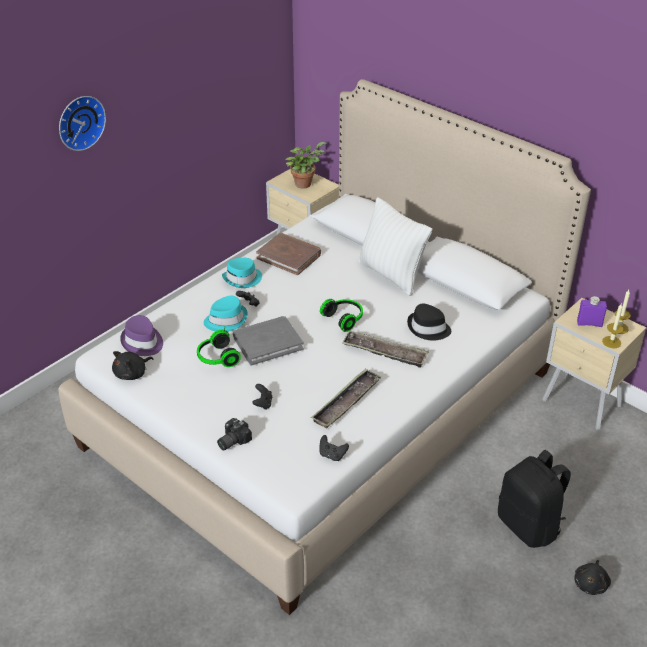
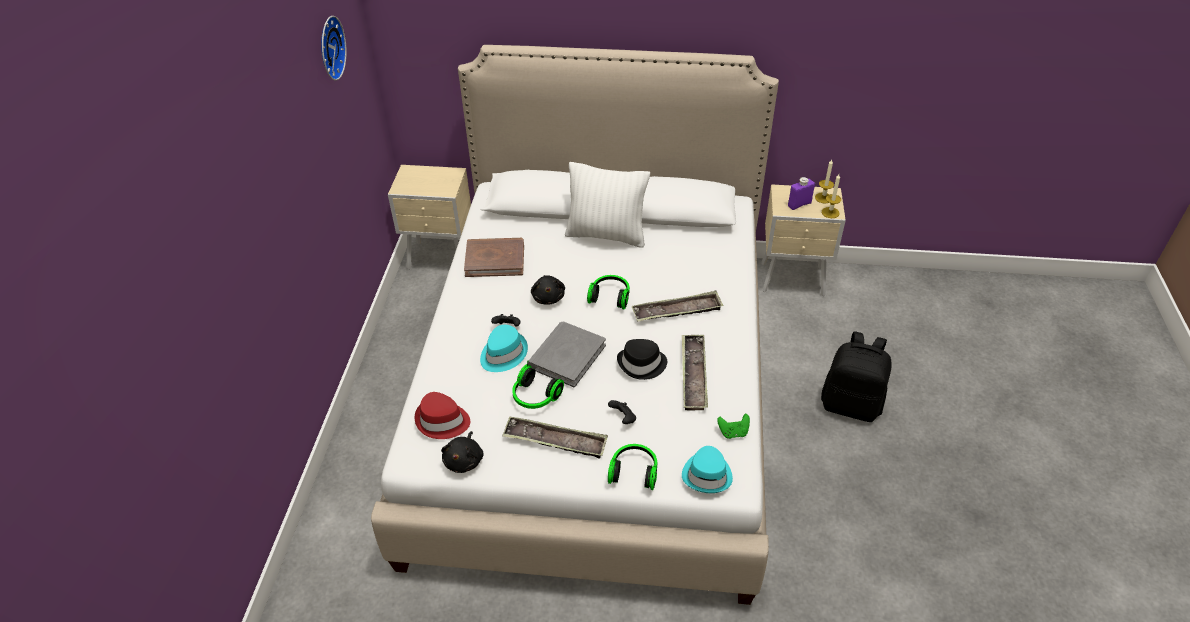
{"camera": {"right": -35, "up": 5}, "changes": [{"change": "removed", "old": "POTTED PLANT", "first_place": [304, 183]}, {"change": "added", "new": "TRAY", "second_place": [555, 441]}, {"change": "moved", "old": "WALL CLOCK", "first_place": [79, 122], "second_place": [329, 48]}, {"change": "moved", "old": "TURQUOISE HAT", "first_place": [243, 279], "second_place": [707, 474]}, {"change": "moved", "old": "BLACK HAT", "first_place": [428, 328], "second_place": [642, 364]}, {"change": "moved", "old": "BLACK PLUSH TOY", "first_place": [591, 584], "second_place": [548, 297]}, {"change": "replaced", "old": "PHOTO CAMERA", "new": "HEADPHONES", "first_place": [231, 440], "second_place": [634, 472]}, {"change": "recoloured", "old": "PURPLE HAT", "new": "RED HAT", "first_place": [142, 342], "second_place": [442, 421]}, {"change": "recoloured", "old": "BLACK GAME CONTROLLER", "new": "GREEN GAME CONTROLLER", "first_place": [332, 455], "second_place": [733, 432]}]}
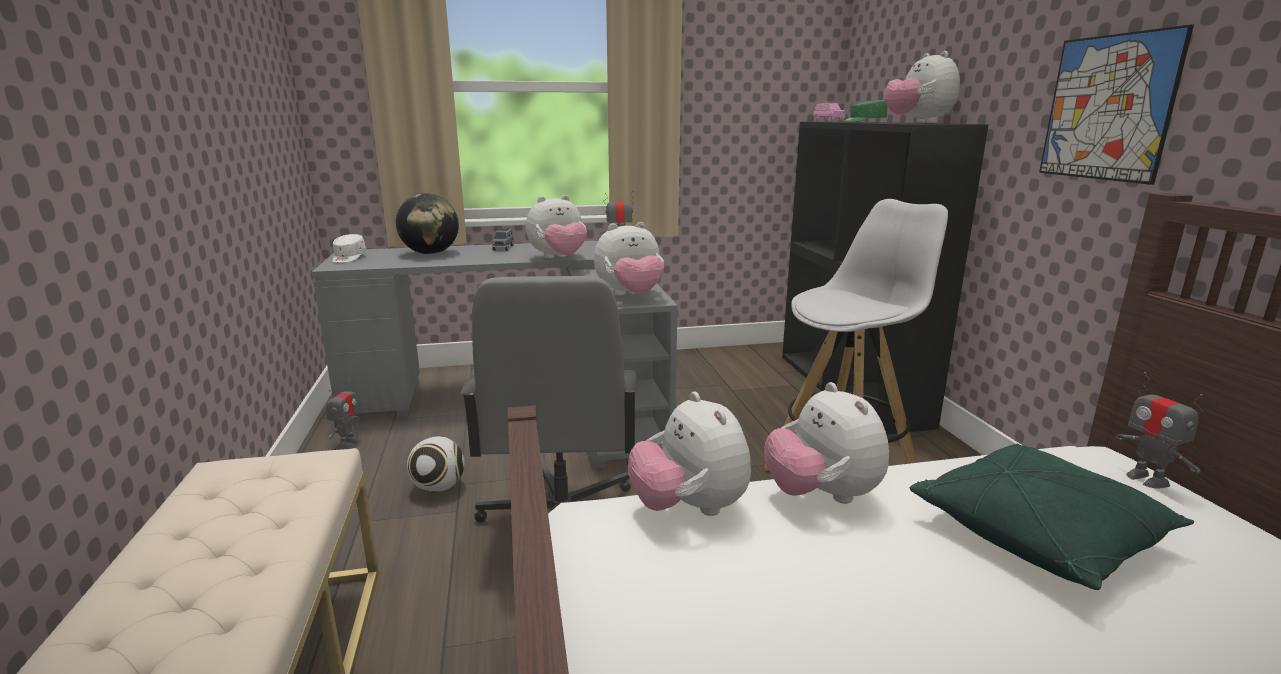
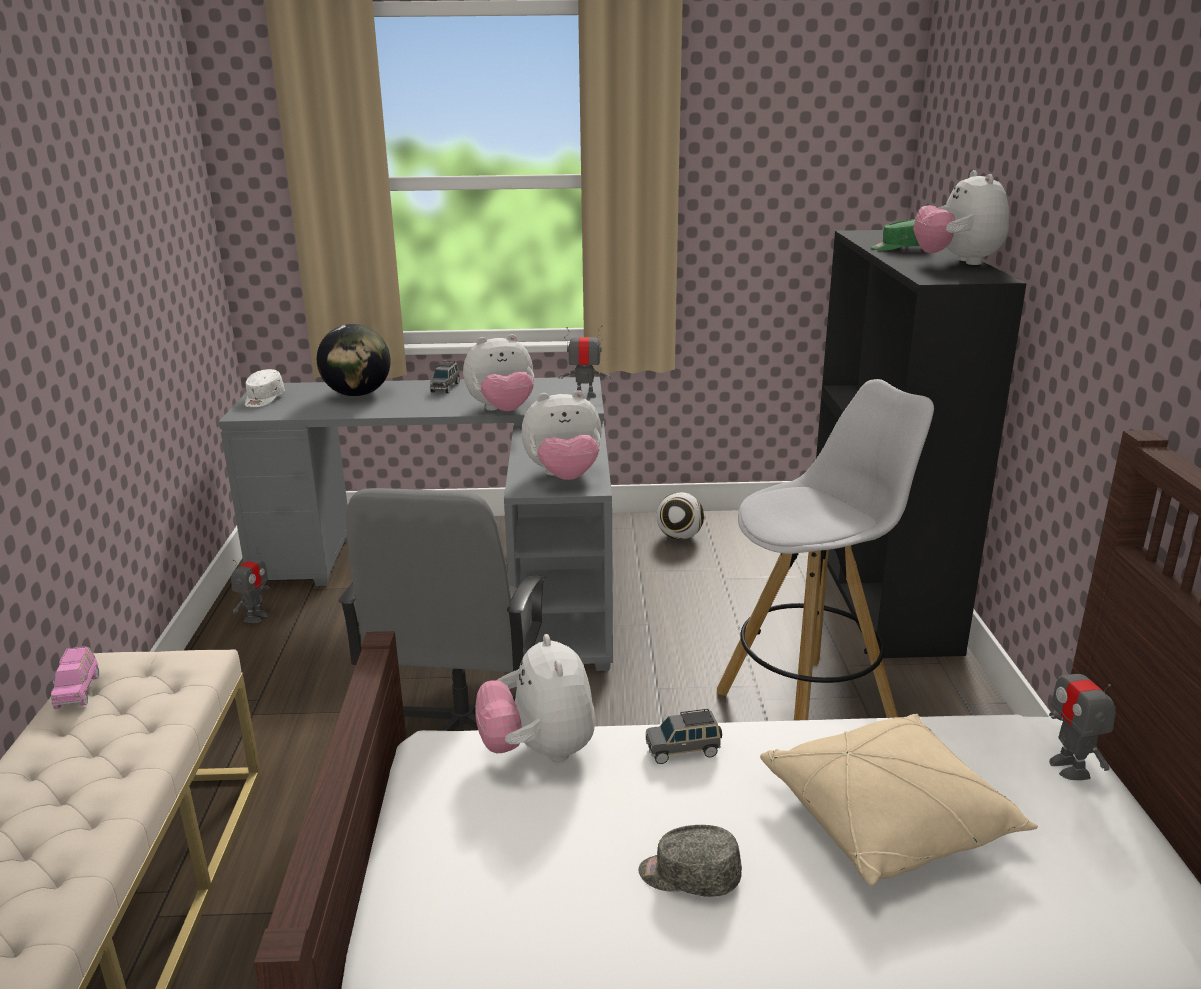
{"camera": {"right": 10, "up": 5}, "changes": [{"change": "removed", "old": "PICTURE", "first_place": [1107, 108]}, {"change": "added", "new": "GREY CAP", "second_place": [689, 876]}, {"change": "moved", "old": "FOOTBALL", "first_place": [439, 488], "second_place": [679, 537]}, {"change": "moved", "old": "PINK TOY CAR", "first_place": [827, 121], "second_place": [78, 691]}, {"change": "replaced", "old": "PLUSH TOY", "new": "GREY TOY CAR", "first_place": [821, 495], "second_place": [683, 750]}, {"change": "recoloured", "old": "GREEN PILLOW", "new": "BEIGE PILLOW", "first_place": [1038, 534], "second_place": [888, 819]}]}
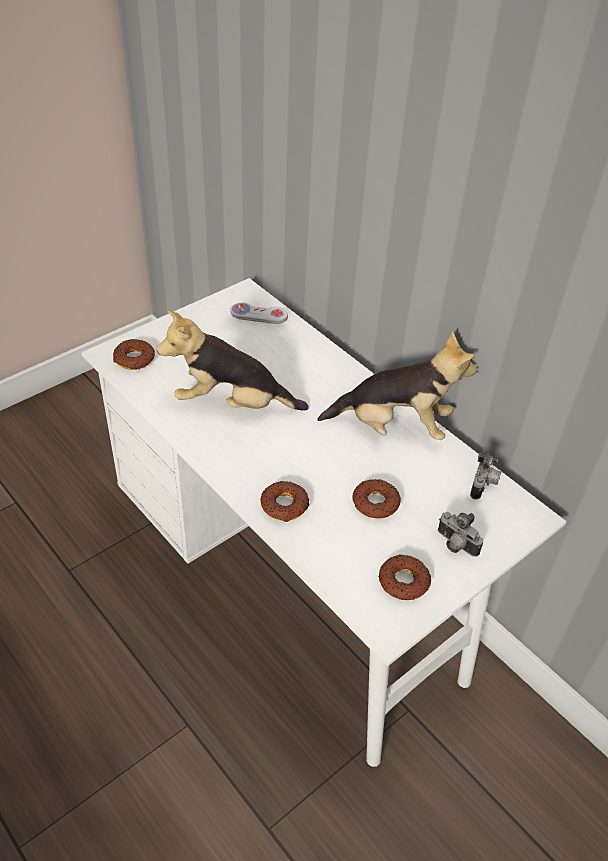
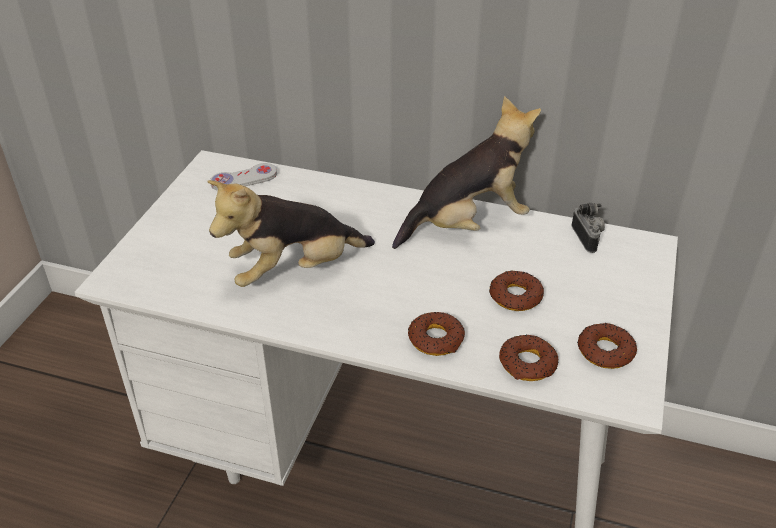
{"camera": {"right": -30, "up": -5}, "changes": [{"change": "removed", "old": "PHOTO CAMERA", "first_place": [455, 545]}, {"change": "moved", "old": "DONUT", "first_place": [134, 359], "second_place": [527, 363]}]}
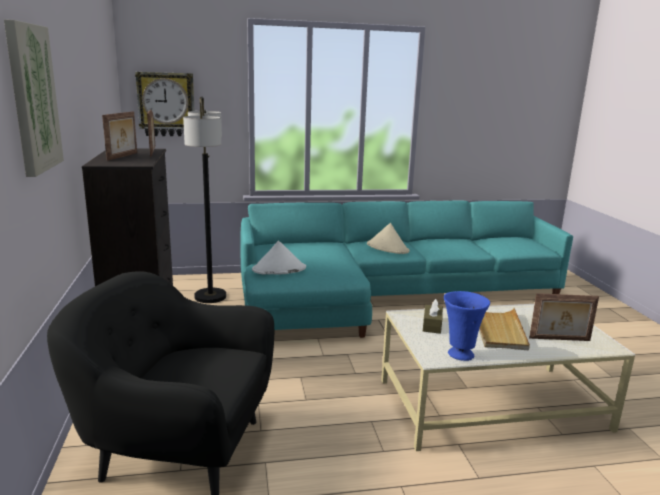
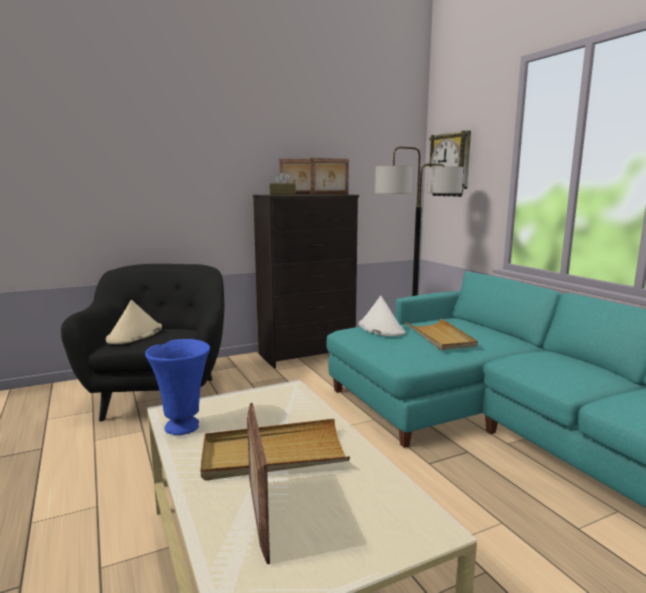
{"camera": {"right": 75, "up": -5}, "changes": [{"change": "removed", "old": "PICTURE", "first_place": [32, 98]}, {"change": "added", "new": "BEIGE TRAY", "second_place": [440, 337]}, {"change": "moved", "old": "BEIGE HAT", "first_place": [388, 248], "second_place": [134, 334]}, {"change": "moved", "old": "BROWN TISSUE BOX", "first_place": [432, 325], "second_place": [282, 194]}]}
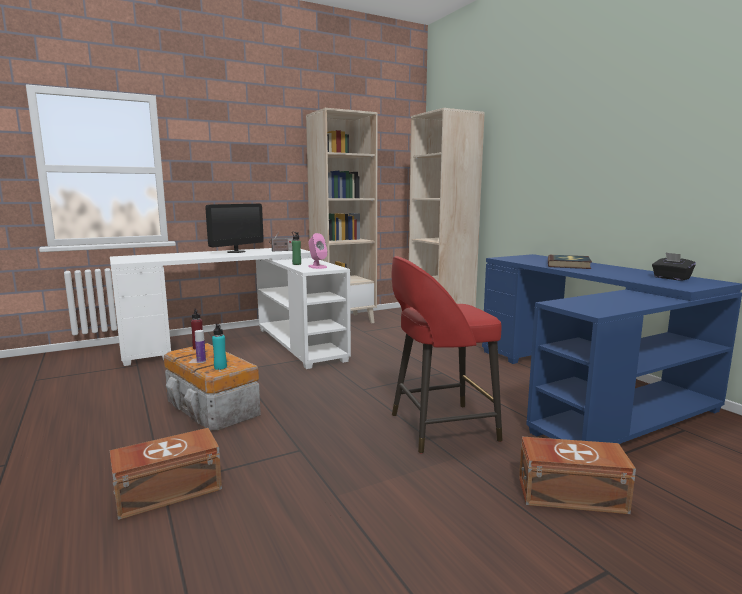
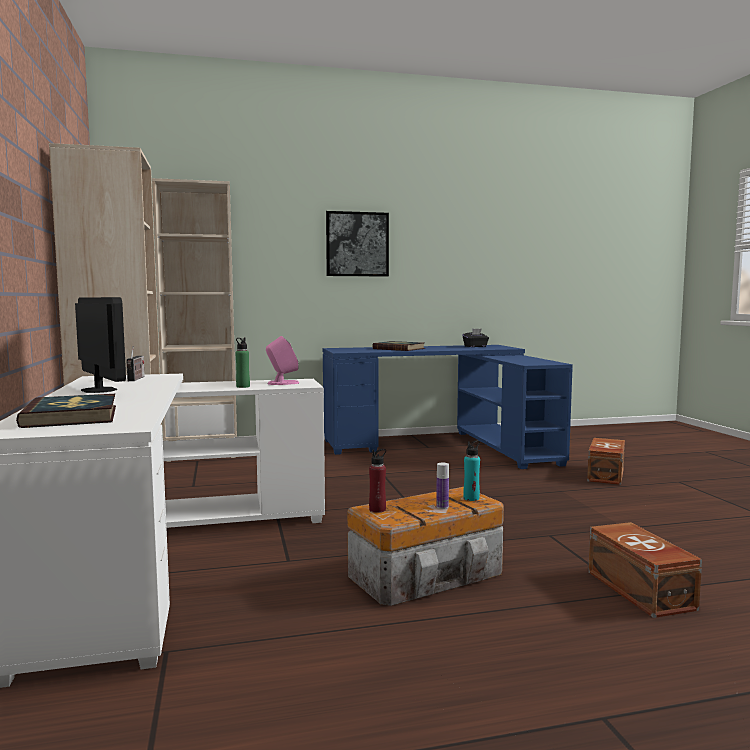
{"camera": {"right": -75, "up": -5}, "changes": [{"change": "removed", "old": "RED STOOL", "first_place": [440, 427]}, {"change": "added", "new": "BOOK", "second_place": [72, 416]}, {"change": "added", "new": "PICTURE", "second_place": [357, 244]}]}
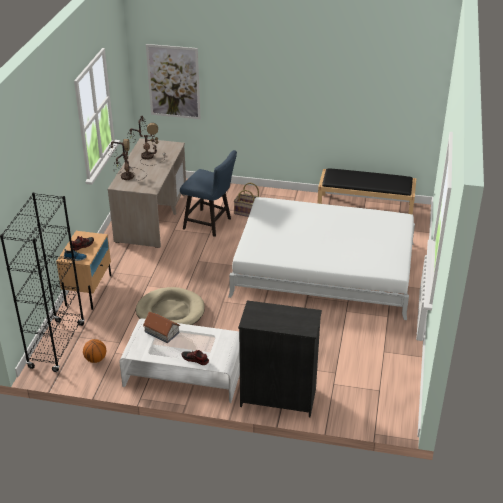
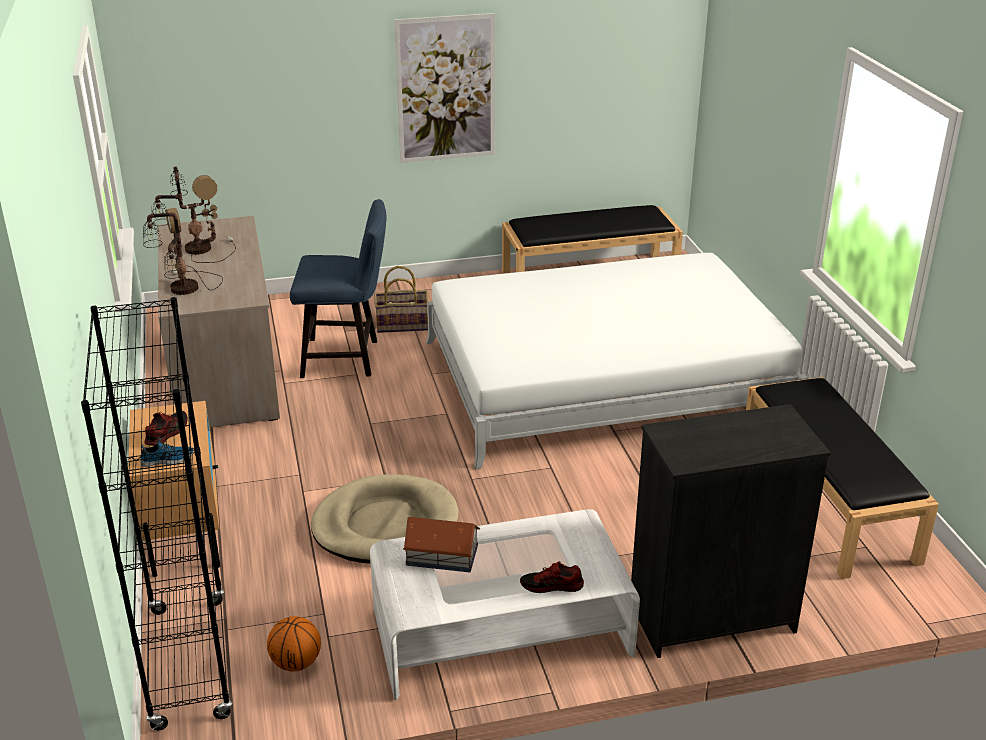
{"camera": {"right": -25, "up": -5}, "changes": [{"change": "added", "new": "BLACK BENCH", "second_place": [827, 500]}, {"change": "moved", "old": "PICTURE", "first_place": [173, 82], "second_place": [446, 89]}]}
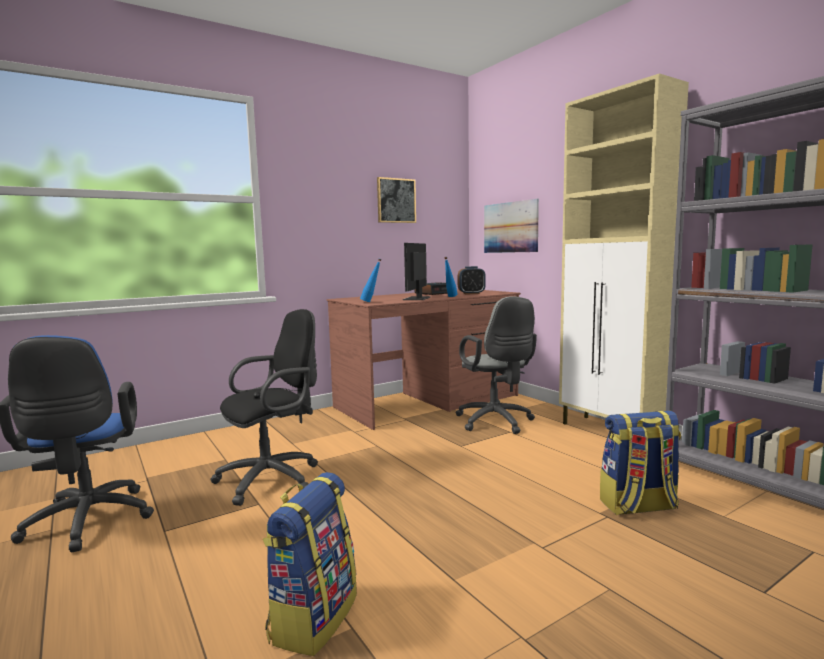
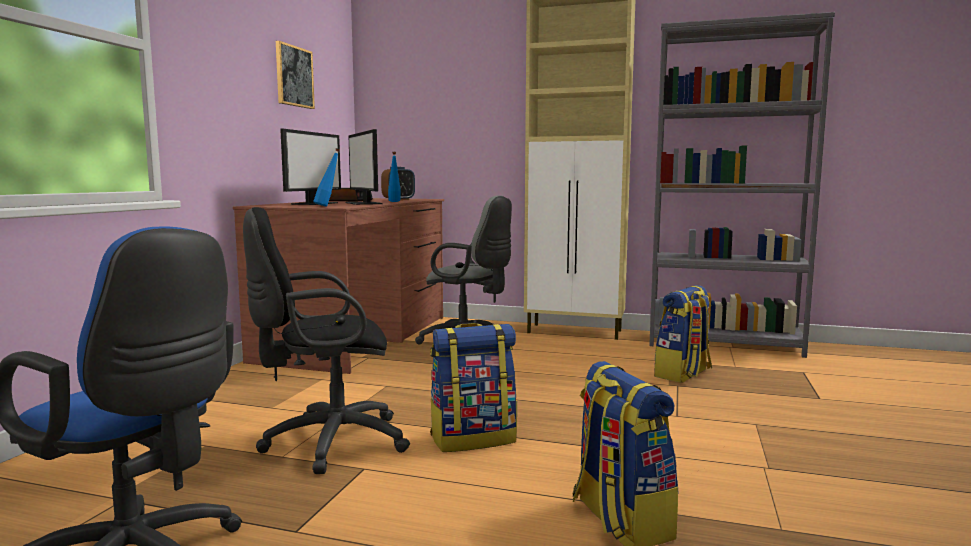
{"camera": {"right": -40, "up": 0}, "changes": [{"change": "removed", "old": "PICTURE", "first_place": [510, 227]}, {"change": "added", "new": "MONITOR", "second_place": [314, 203]}, {"change": "added", "new": "BACKPACK", "second_place": [473, 438]}, {"change": "turned", "old": "BLACK OFFICE CHAIR", "first_place": [274, 478], "second_place": [327, 443], "degrees": -120}]}
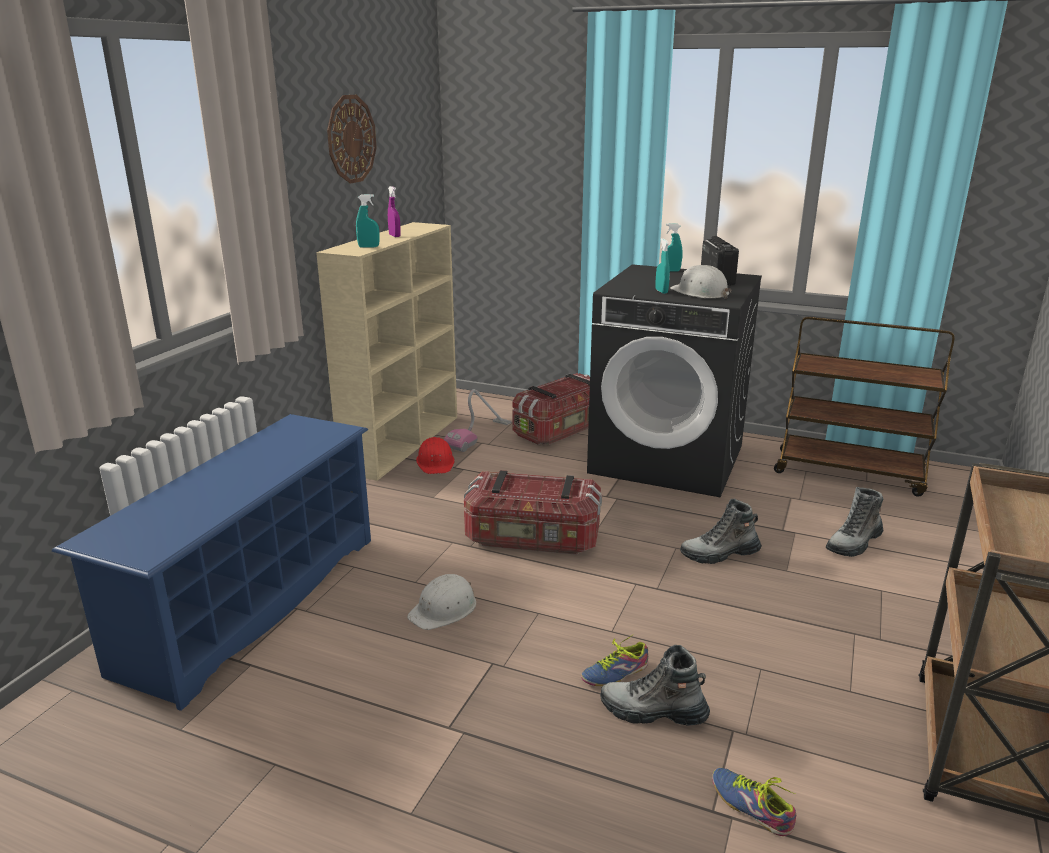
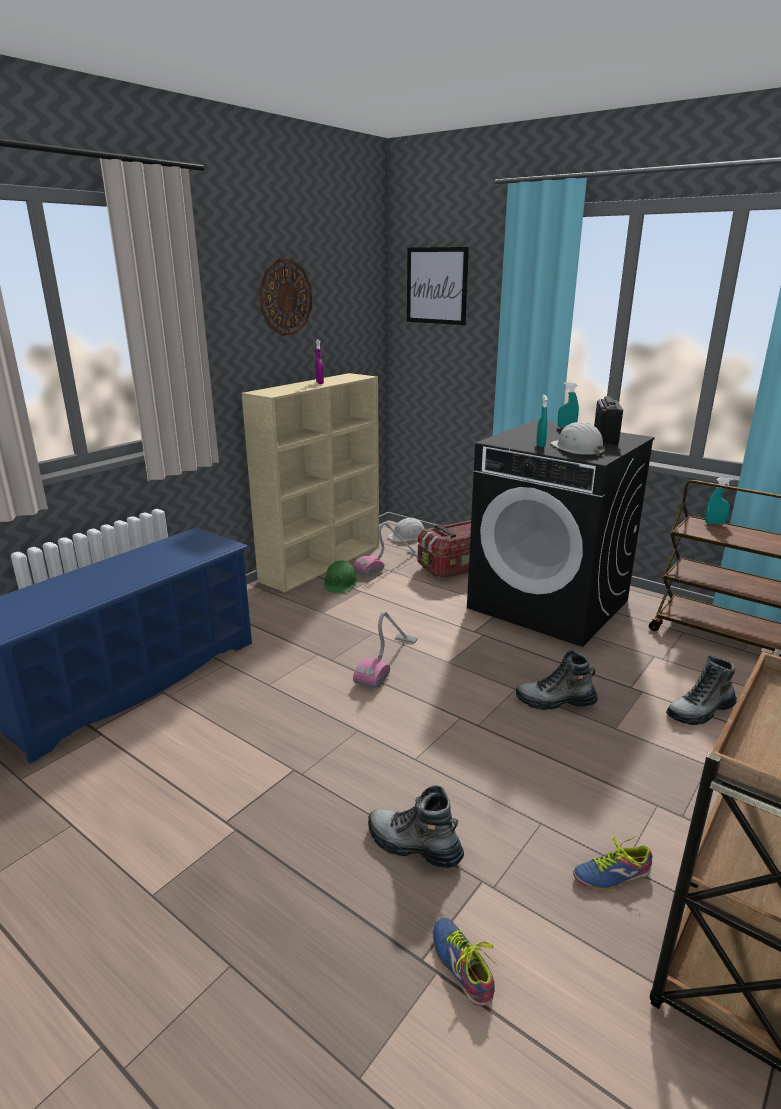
{"camera": {"right": 15, "up": 0}, "changes": [{"change": "added", "new": "PICTURE", "second_place": [436, 286]}, {"change": "moved", "old": "TURQUOISE SPRAY BOTTLE", "first_place": [368, 247], "second_place": [715, 523]}, {"change": "moved", "old": "WHITE HARD HAT", "first_place": [444, 609], "second_place": [407, 536]}, {"change": "moved", "old": "SHOE", "first_place": [613, 671], "second_place": [610, 872]}, {"change": "replaced", "old": "STORAGE BOX", "new": "VACUUM CLEANER", "first_place": [532, 539], "second_place": [387, 661]}, {"change": "recoloured", "old": "RED HARD HAT", "new": "GREEN HARD HAT", "first_place": [436, 462], "second_place": [340, 583]}]}
